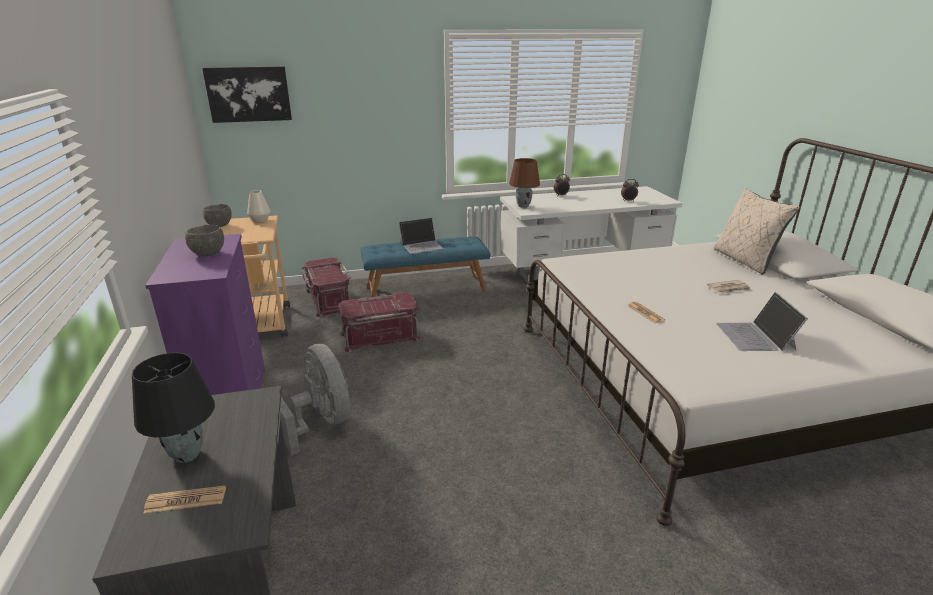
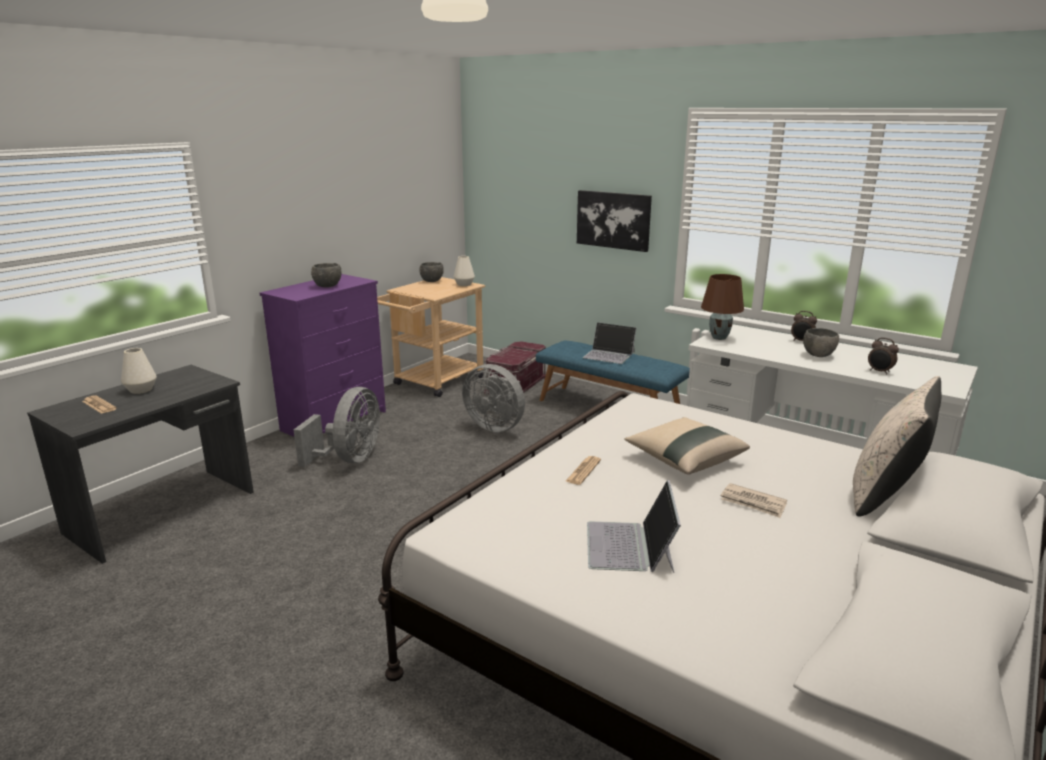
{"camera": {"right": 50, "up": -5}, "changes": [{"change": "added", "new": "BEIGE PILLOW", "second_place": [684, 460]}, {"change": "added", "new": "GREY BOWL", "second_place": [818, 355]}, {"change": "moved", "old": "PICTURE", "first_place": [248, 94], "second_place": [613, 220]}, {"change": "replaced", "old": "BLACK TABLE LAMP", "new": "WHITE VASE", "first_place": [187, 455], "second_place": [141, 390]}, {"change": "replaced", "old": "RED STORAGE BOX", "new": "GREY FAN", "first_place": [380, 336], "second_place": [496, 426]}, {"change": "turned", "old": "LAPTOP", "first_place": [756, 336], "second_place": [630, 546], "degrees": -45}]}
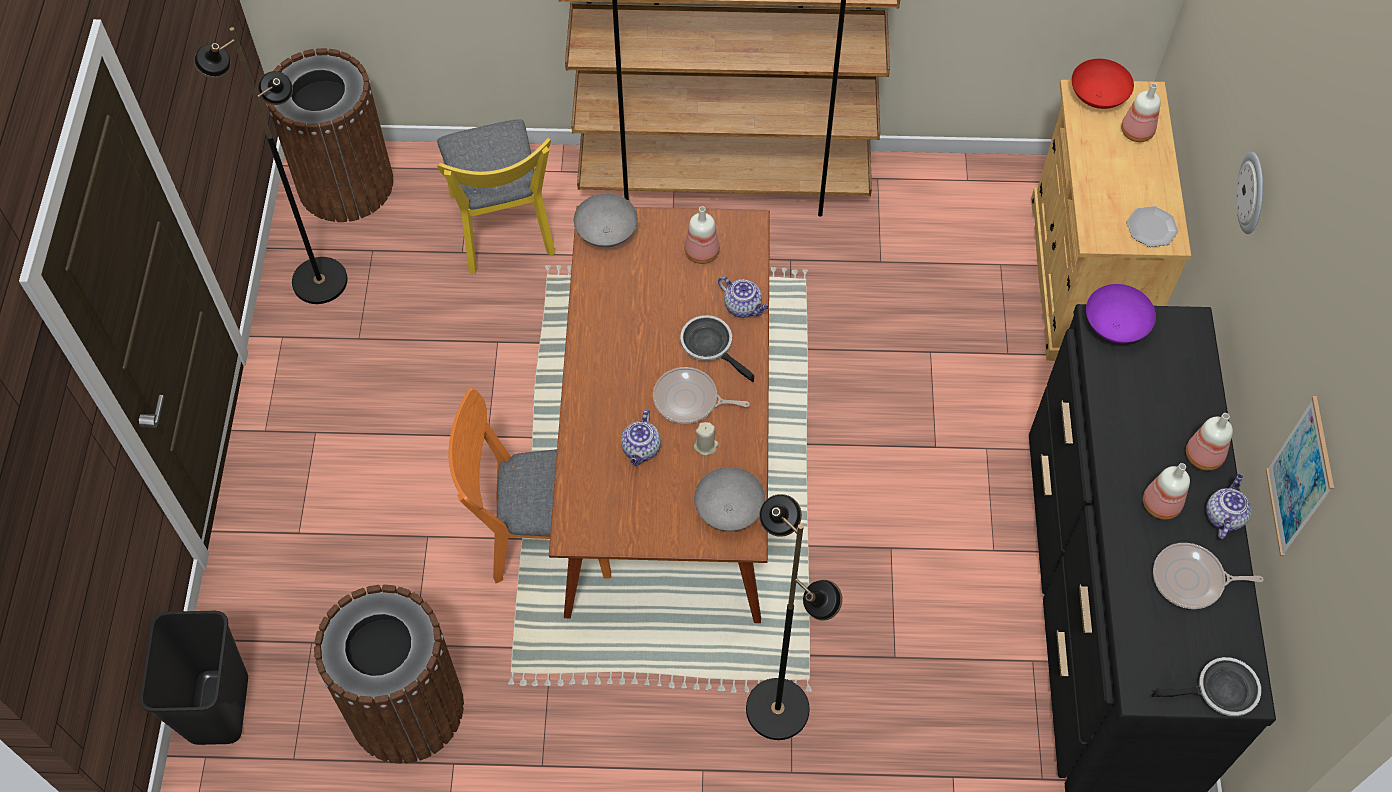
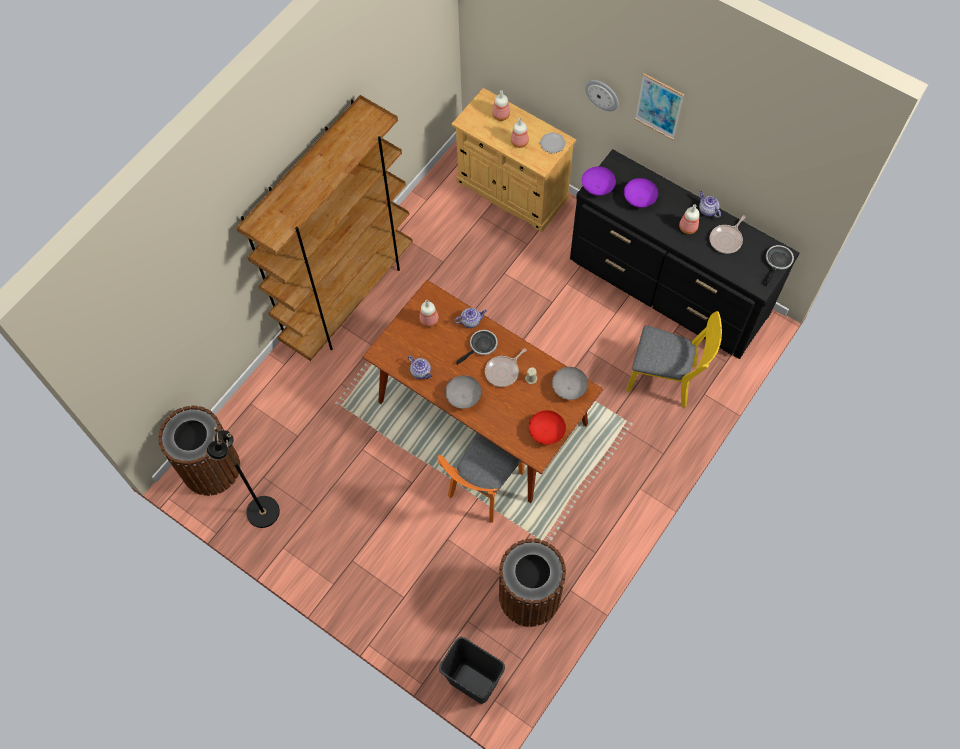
{"camera": {"right": -55, "up": 5}, "changes": [{"change": "removed", "old": "BLACK FLOOR LAMP", "first_place": [778, 708]}, {"change": "added", "new": "PURPLE BOWL", "second_place": [638, 199]}, {"change": "moved", "old": "YELLOW CHAIR", "first_place": [503, 232], "second_place": [667, 379]}, {"change": "moved", "old": "GREY BOWL", "first_place": [605, 233], "second_place": [463, 397]}, {"change": "moved", "old": "TEAPOT", "first_place": [641, 449], "second_place": [421, 372]}, {"change": "moved", "old": "RED BOWL", "first_place": [1098, 96], "second_place": [546, 432]}, {"change": "moved", "old": "BOTTLE", "first_place": [1204, 457], "second_place": [520, 142]}, {"change": "moved", "old": "PICTURE", "first_place": [1300, 478], "second_place": [659, 106]}, {"change": "turned", "old": "FRYING PAN", "first_place": [710, 346], "second_place": [481, 346], "degrees": 150}]}
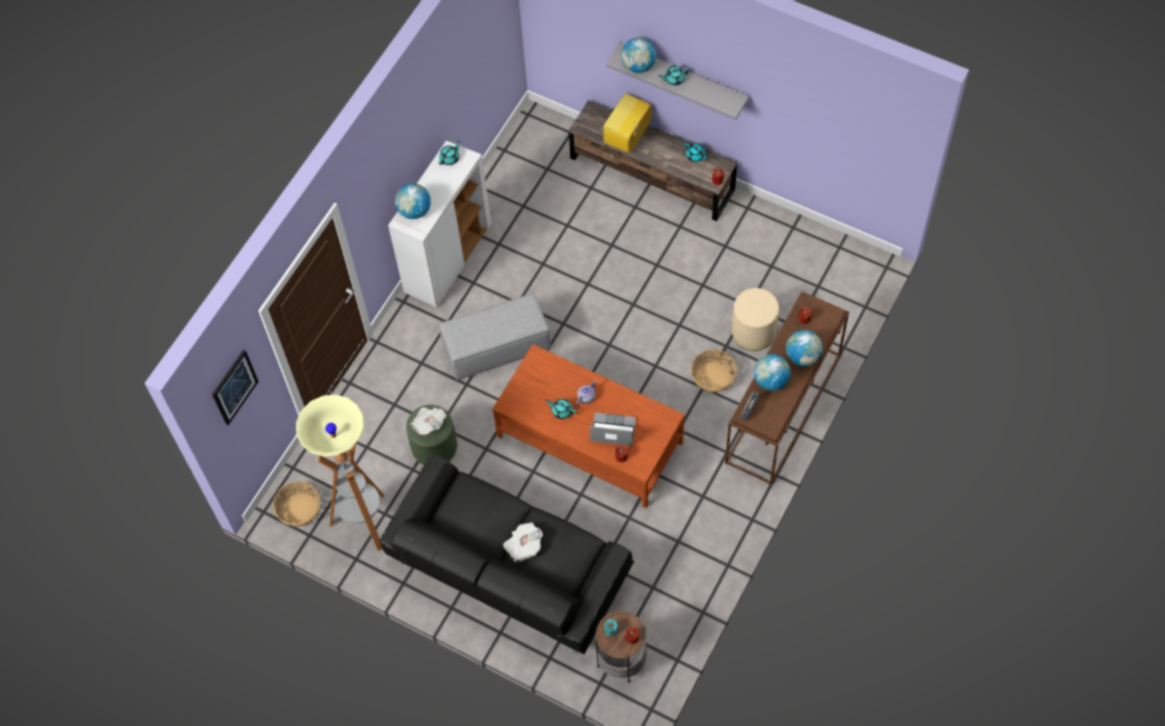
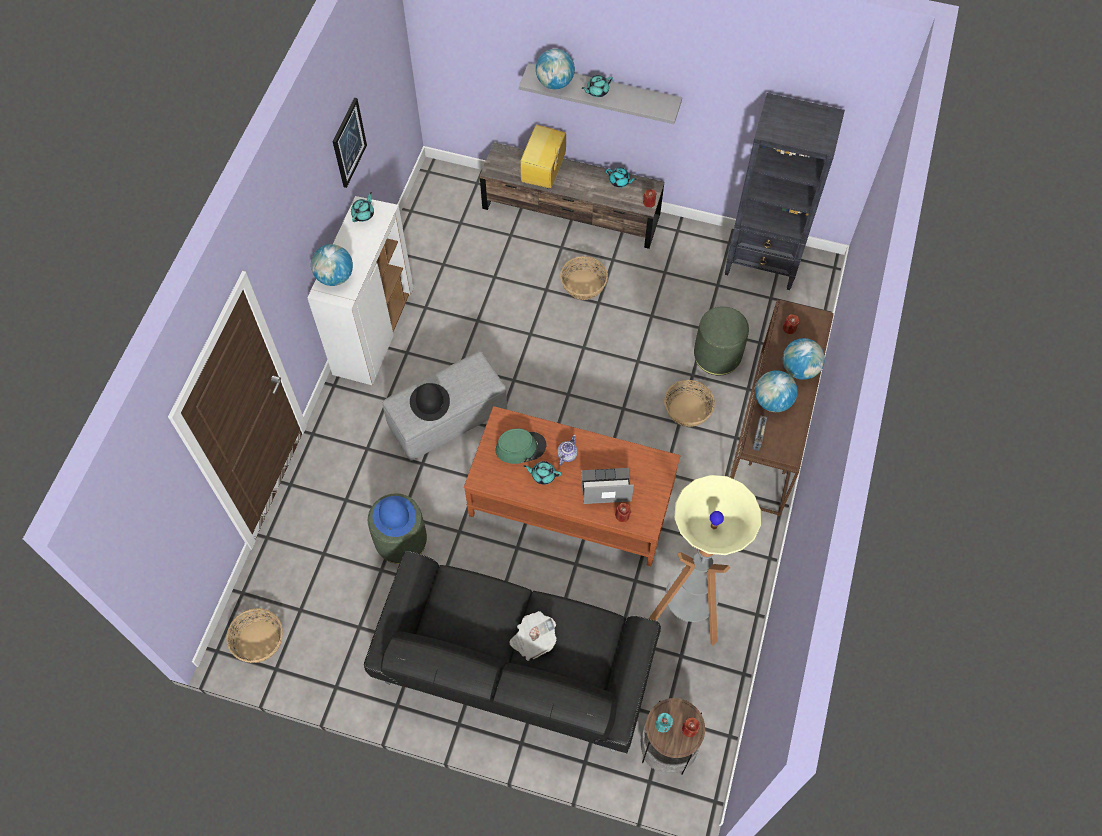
{"camera": {"right": -15, "up": 0}, "changes": [{"change": "added", "new": "BLACK HAT", "second_place": [430, 402]}, {"change": "added", "new": "GREEN HAT", "second_place": [520, 447]}, {"change": "added", "new": "BASKET", "second_place": [583, 285]}, {"change": "added", "new": "BLACK BOOKCASE", "second_place": [763, 262]}, {"change": "moved", "old": "PICTURE", "first_place": [234, 387], "second_place": [348, 143]}, {"change": "moved", "old": "FLOOR LAMP", "first_place": [364, 522], "second_place": [685, 615]}, {"change": "replaced", "old": "NEWSPAPER", "new": "BLUE HAT", "first_place": [429, 424], "second_place": [394, 516]}, {"change": "recoloured", "old": "BEIGE OTTOMAN", "new": "GREEN OTTOMAN", "first_place": [753, 332], "second_place": [717, 355]}]}
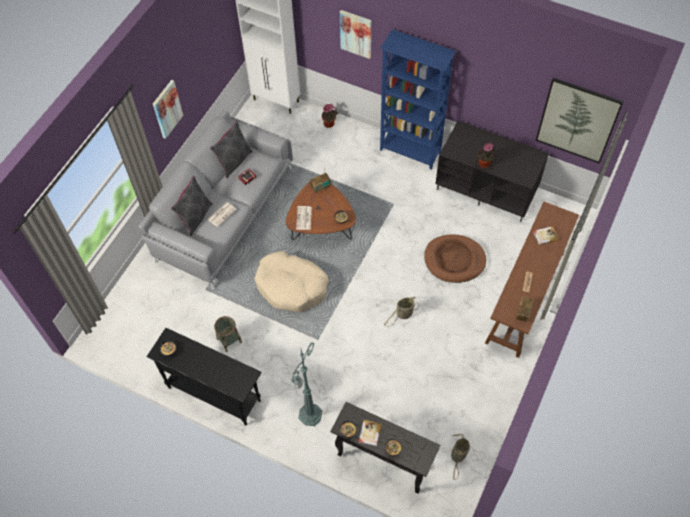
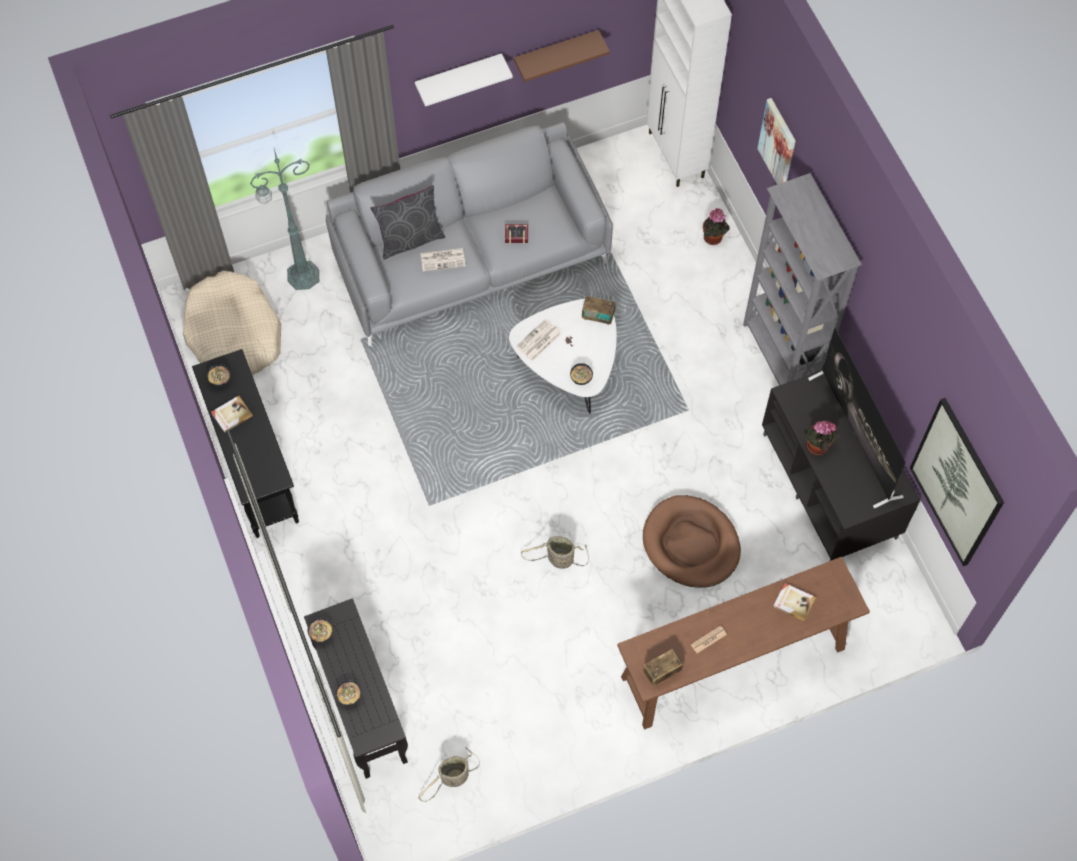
{"camera": {"right": 40, "up": 5}, "changes": [{"change": "removed", "old": "GREY PILLOW", "first_place": [234, 161]}, {"change": "removed", "old": "BASKET", "first_place": [229, 340]}, {"change": "added", "new": "BROWN SHELF", "second_place": [556, 53]}, {"change": "added", "new": "TELEVISION", "second_place": [855, 437]}, {"change": "moved", "old": "BEIGE DOG BED", "first_place": [292, 286], "second_place": [234, 333]}, {"change": "moved", "old": "GREEN FLOOR LAMP", "first_place": [309, 416], "second_place": [301, 276]}, {"change": "moved", "old": "BOOK", "first_place": [369, 433], "second_place": [231, 414]}, {"change": "replaced", "old": "PICTURE", "new": "WHITE SHELF", "first_place": [167, 109], "second_place": [458, 77]}, {"change": "recoloured", "old": "BROWN COFFEE TABLE", "new": "WHITE COFFEE TABLE", "first_place": [321, 227], "second_place": [569, 369]}, {"change": "recoloured", "old": "BLUE BOOKCASE", "new": "GREY BOOKCASE", "first_place": [410, 152], "second_place": [780, 357]}]}
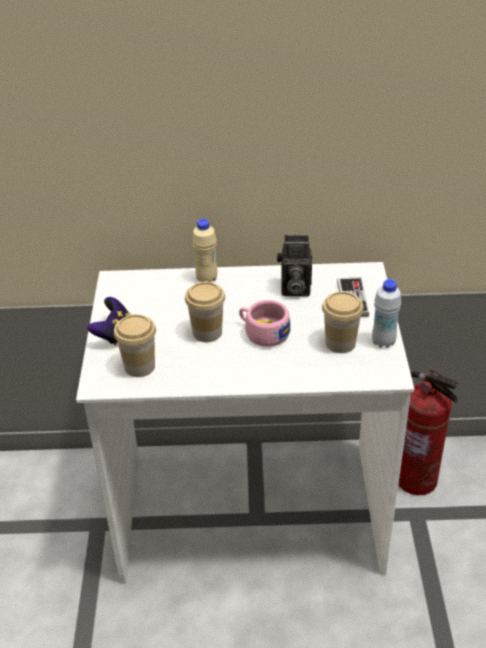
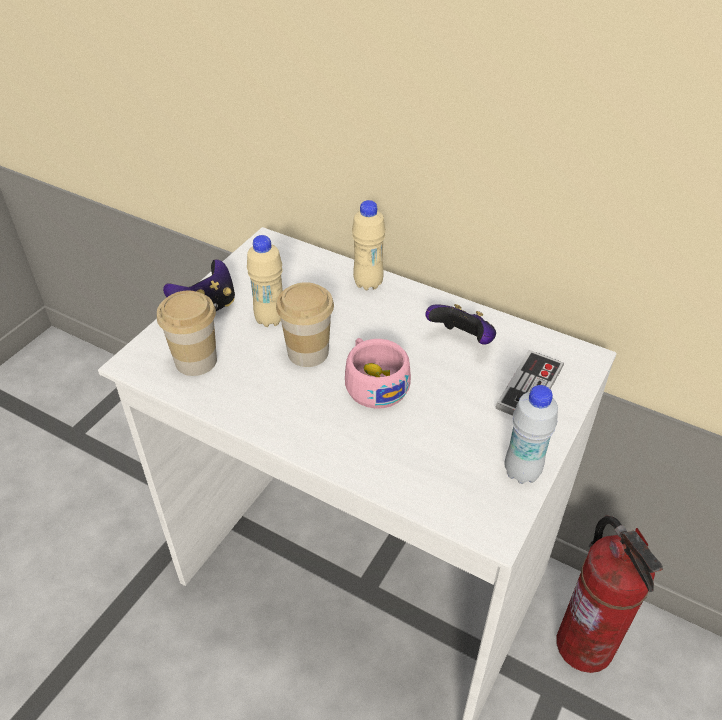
{"camera": {"right": 30, "up": 5}, "changes": [{"change": "removed", "old": "CUP", "first_place": [340, 343]}, {"change": "added", "new": "BEIGE BOTTLE", "second_place": [270, 319]}, {"change": "replaced", "old": "PHOTO CAMERA", "new": "GAME CONTROLLER", "first_place": [294, 289], "second_place": [462, 341]}]}
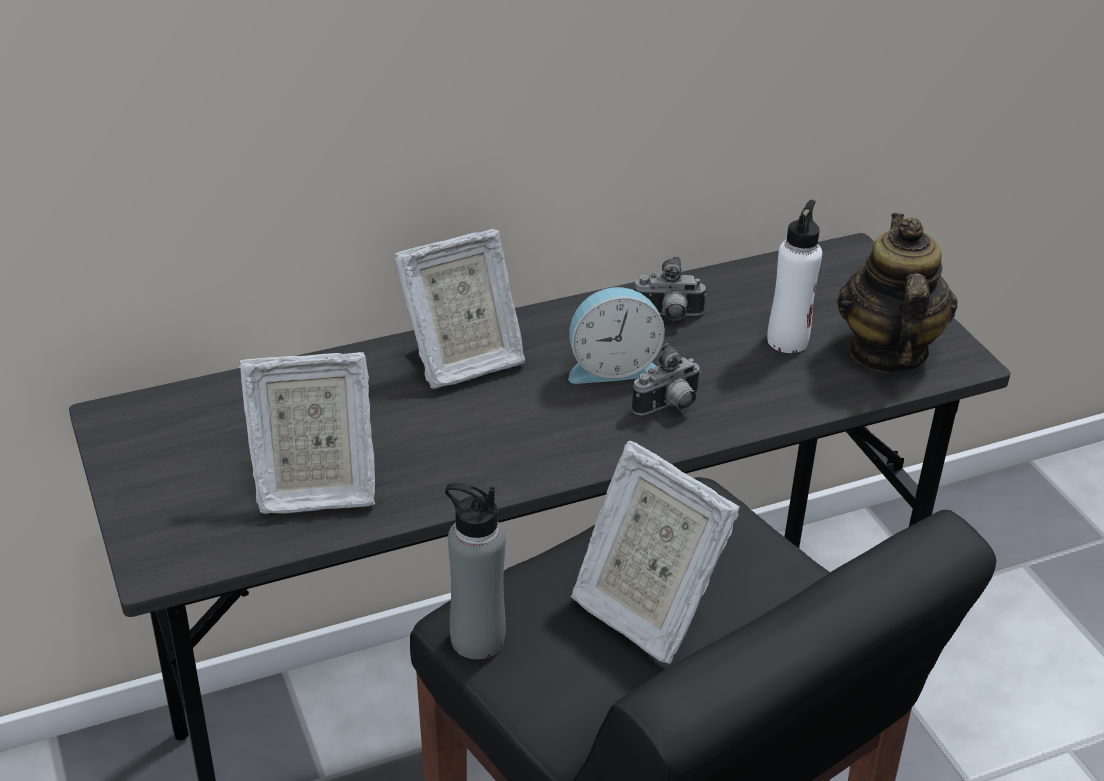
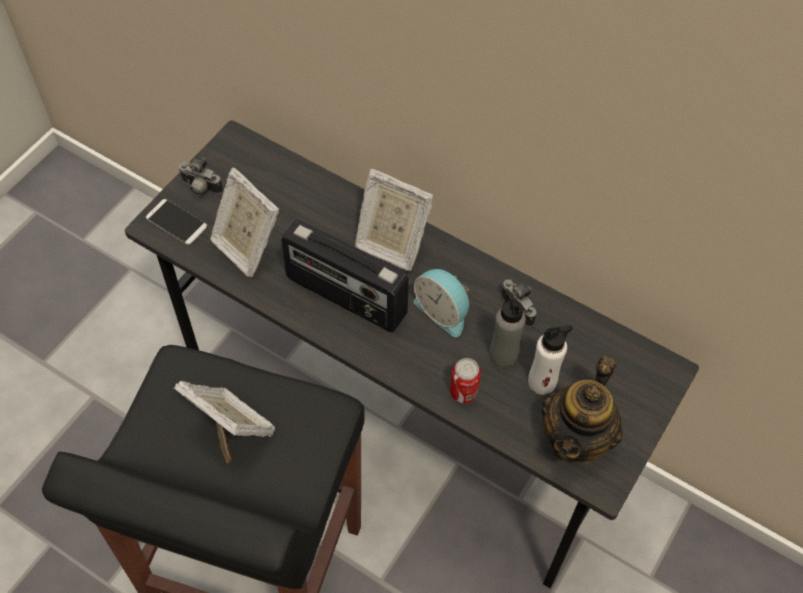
{"camera": {"right": 55, "up": 20}, "changes": [{"change": "added", "new": "PHONE", "second_place": [176, 222]}, {"change": "added", "new": "RADIO", "second_place": [345, 297]}, {"change": "added", "new": "CAN", "second_place": [463, 392]}, {"change": "moved", "old": "GREY BOTTLE", "first_place": [477, 639], "second_place": [503, 355]}, {"change": "moved", "old": "PHOTO CAMERA", "first_place": [669, 407], "second_place": [200, 189]}, {"change": "turned", "old": "PICTURE FRAME", "first_place": [643, 609], "second_place": [233, 431], "degrees": 120}, {"change": "turned", "old": "TEAPOT", "first_place": [886, 352], "second_place": [576, 438], "degrees": 150}]}
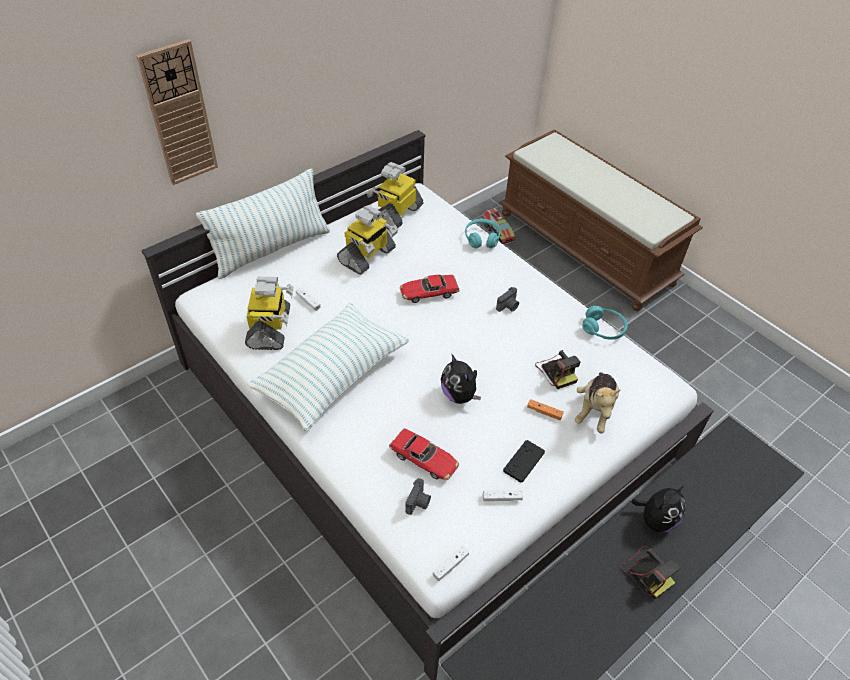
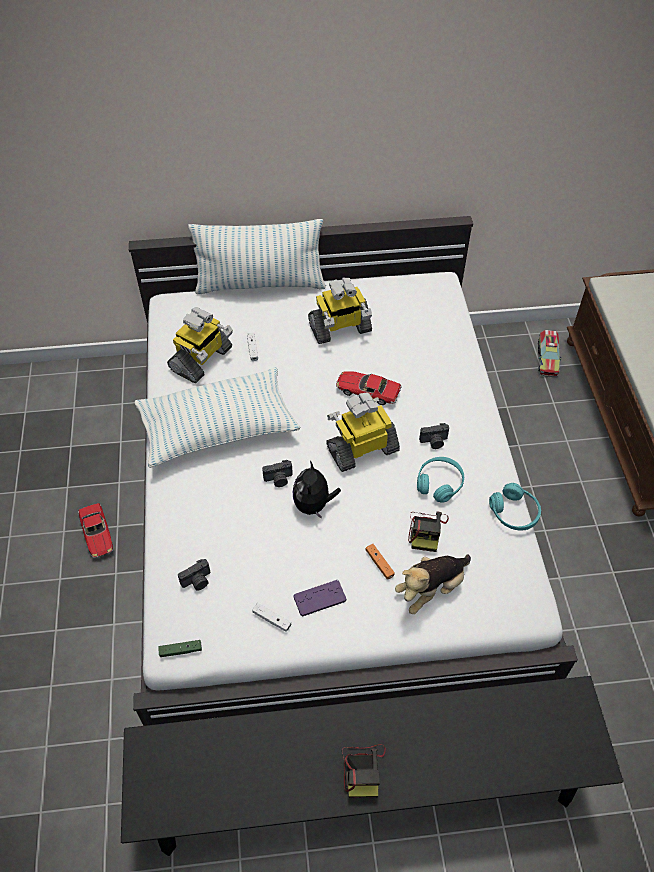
{"camera": {"right": 35, "up": 5}, "changes": [{"change": "removed", "old": "WALL CLOCK", "first_place": [179, 115]}, {"change": "removed", "old": "PLUSH TOY", "first_place": [655, 520]}, {"change": "added", "new": "PHOTO CAMERA", "second_place": [279, 479]}, {"change": "moved", "old": "TOY ROBOT", "first_place": [396, 214], "second_place": [362, 449]}, {"change": "moved", "old": "TOY CAR", "first_place": [424, 459], "second_place": [97, 534]}, {"change": "moved", "old": "TURQUOISE HEADPHONES", "first_place": [482, 238], "second_place": [439, 483]}, {"change": "recoloured", "old": "WHITE GAME CONTROLLER", "new": "GREEN GAME CONTROLLER", "first_place": [450, 565], "second_place": [180, 650]}, {"change": "recoloured", "old": "BLACK GAME CONTROLLER", "new": "PURPLE GAME CONTROLLER", "first_place": [524, 461], "second_place": [319, 598]}]}
